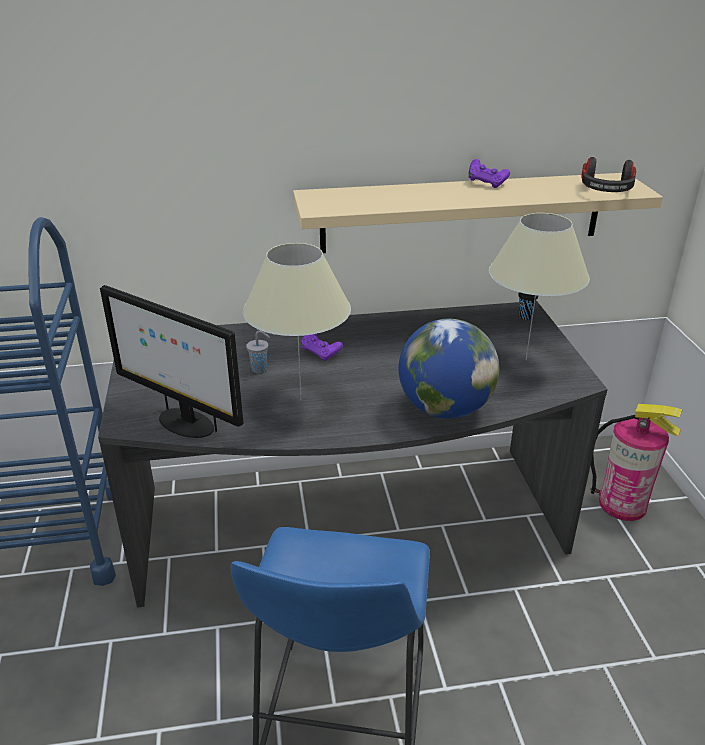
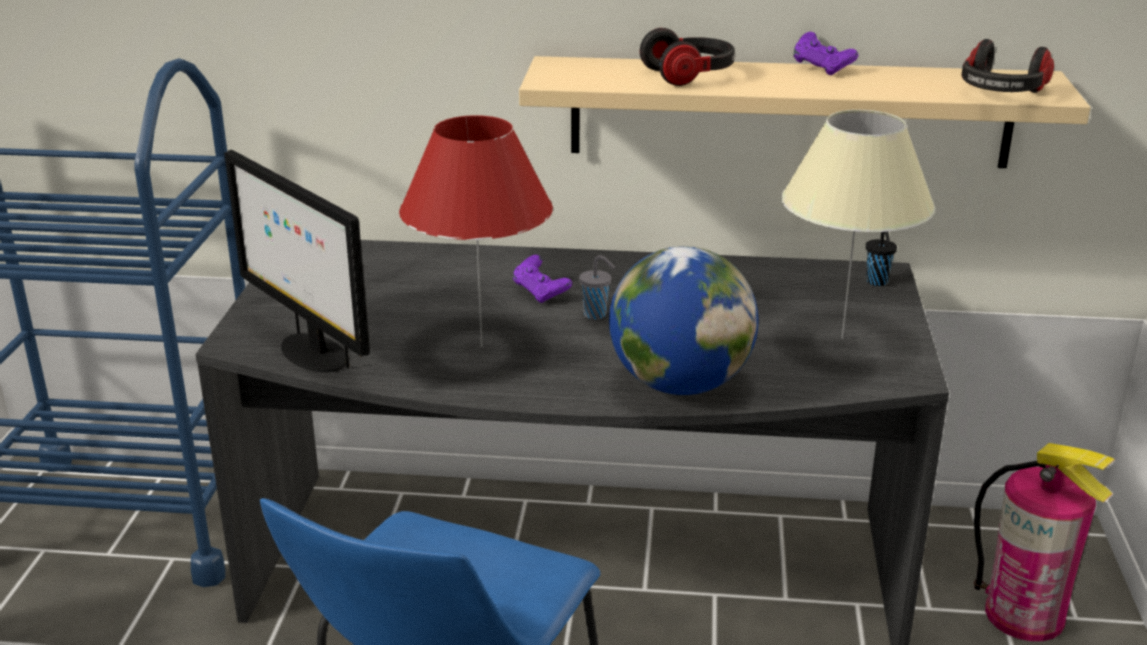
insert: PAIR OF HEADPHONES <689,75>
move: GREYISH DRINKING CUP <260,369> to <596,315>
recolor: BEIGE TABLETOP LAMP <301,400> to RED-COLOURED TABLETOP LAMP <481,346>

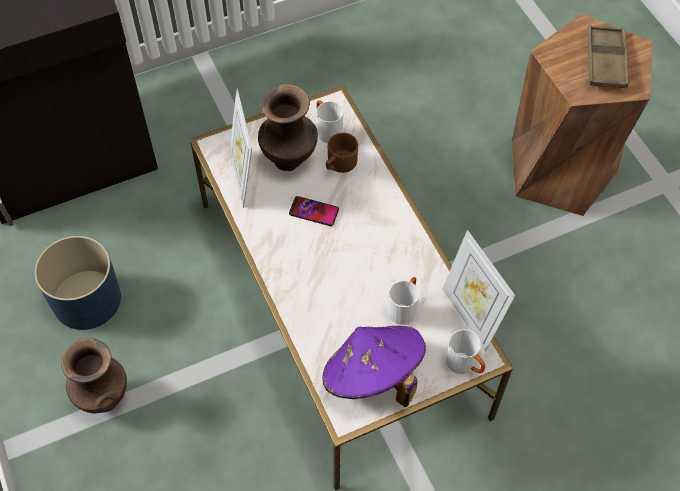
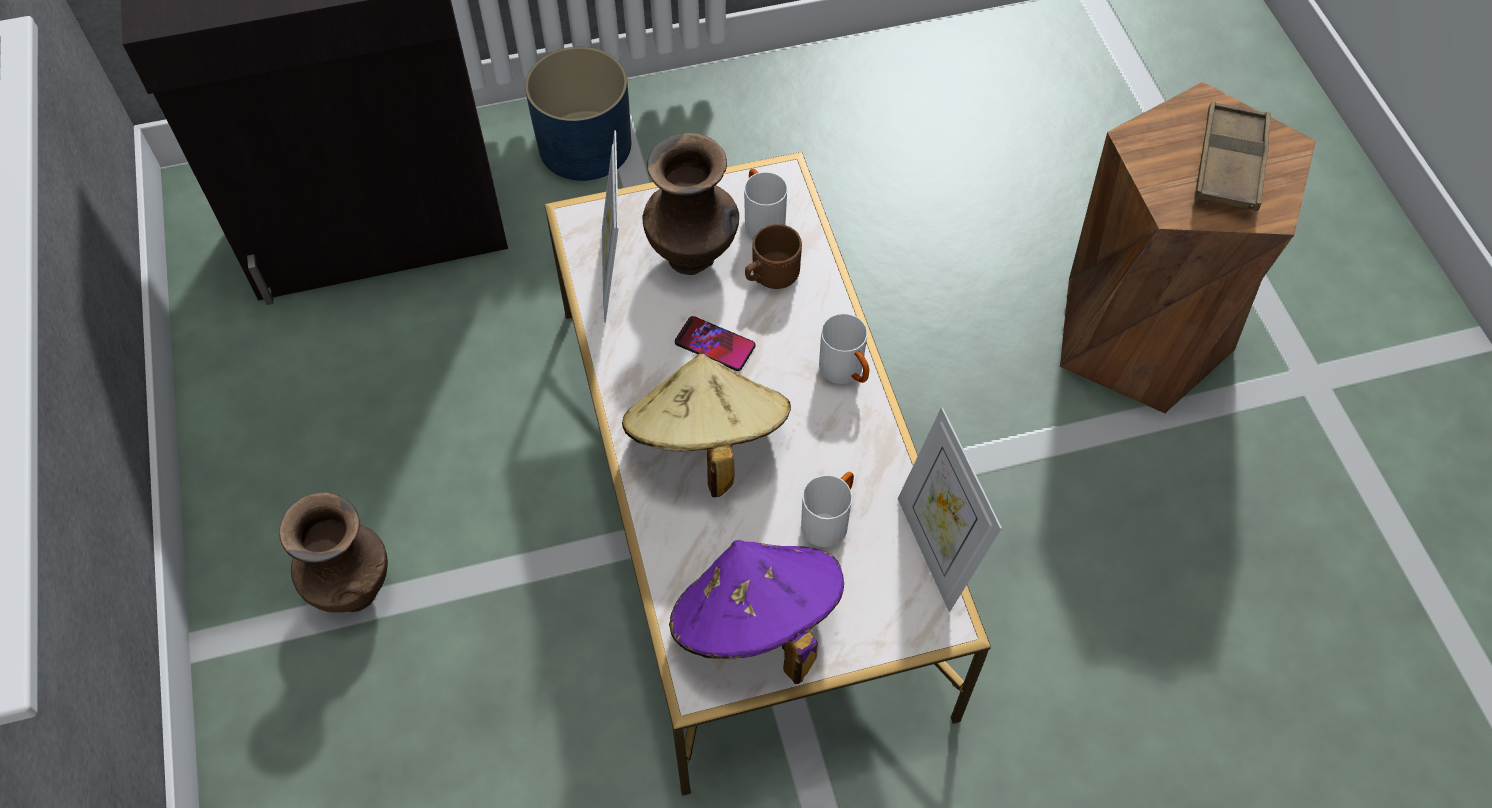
insert: BEIGE CLOTHING HAT <706,443>
move: BLUISH FLOWER POT <87,299> to <586,146>; WHITE COFFEE MUG <465,365> to <846,373>

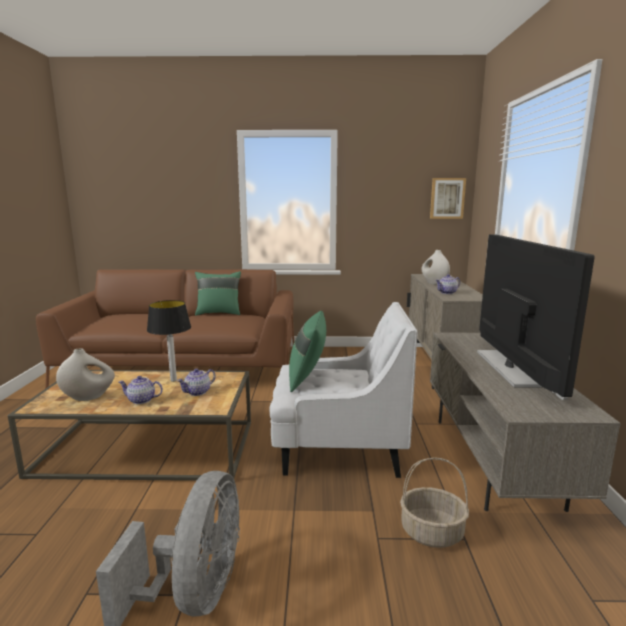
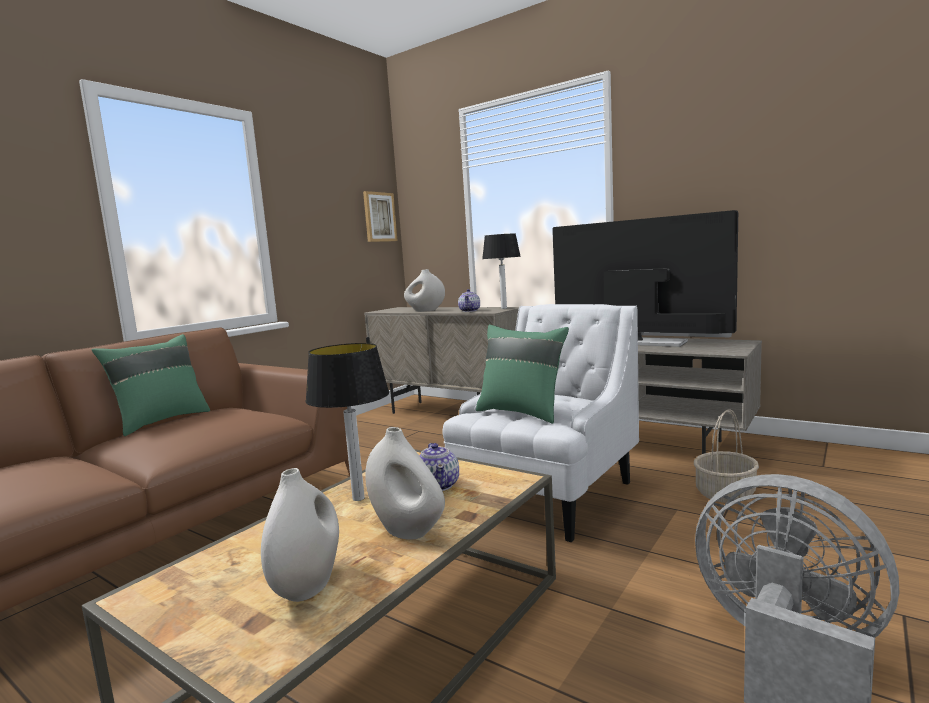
insert: TABLETOP LAMP <503,308>
replace: TEAPOT <142,400> to WHITE VASE <407,530>

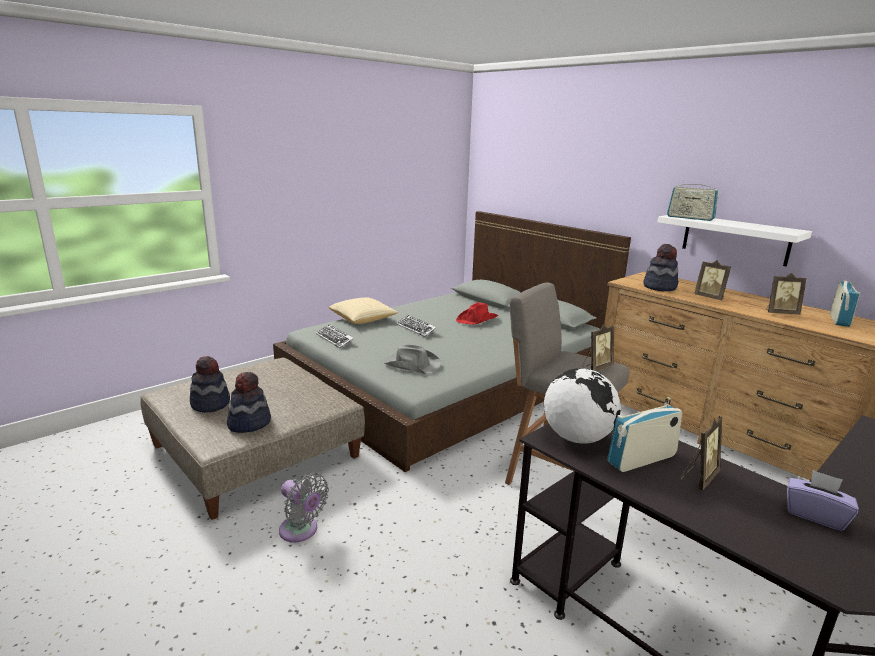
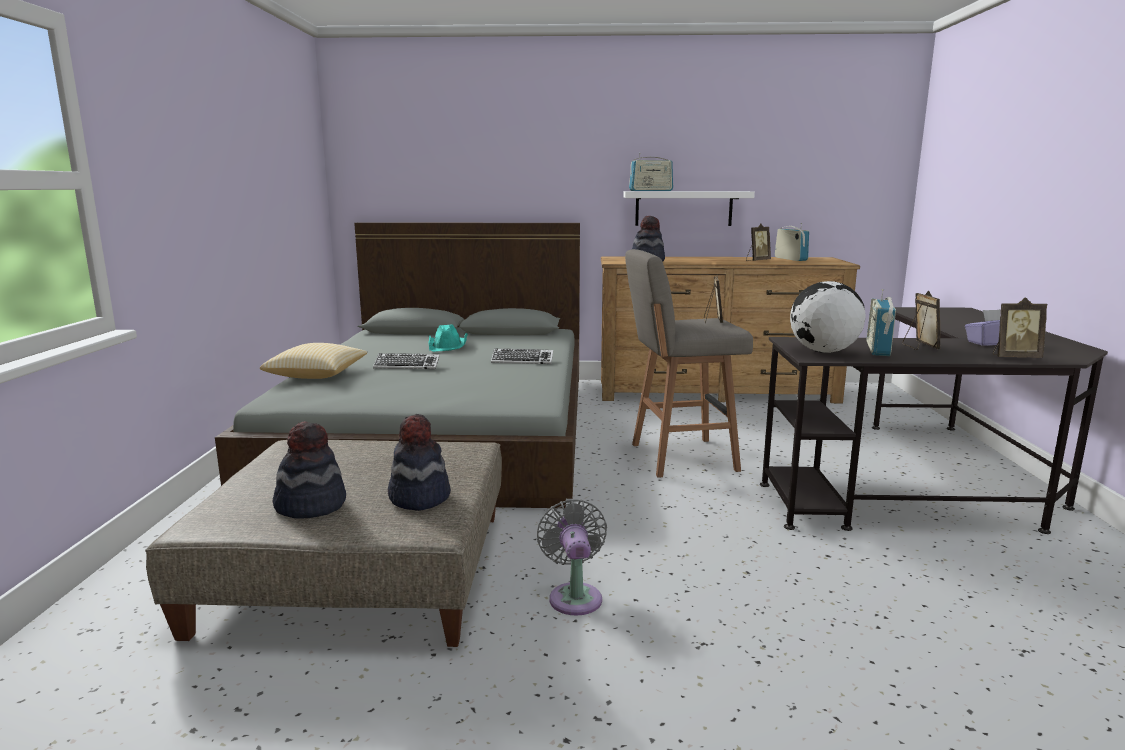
delete: GREYISH CLOTHING HAT <411,364>
move: KEYBOARD <335,339> to <522,361>; STANDING FRAME <710,297> to <1014,357>
recolor: RED-COLOURED CLOTHING HAT <477,319> to BLUE-GREEN CLOTHING HAT <448,345>
rotate: GREYISH FAN <301,531> = <574,596> 90 degrees counterclockwise

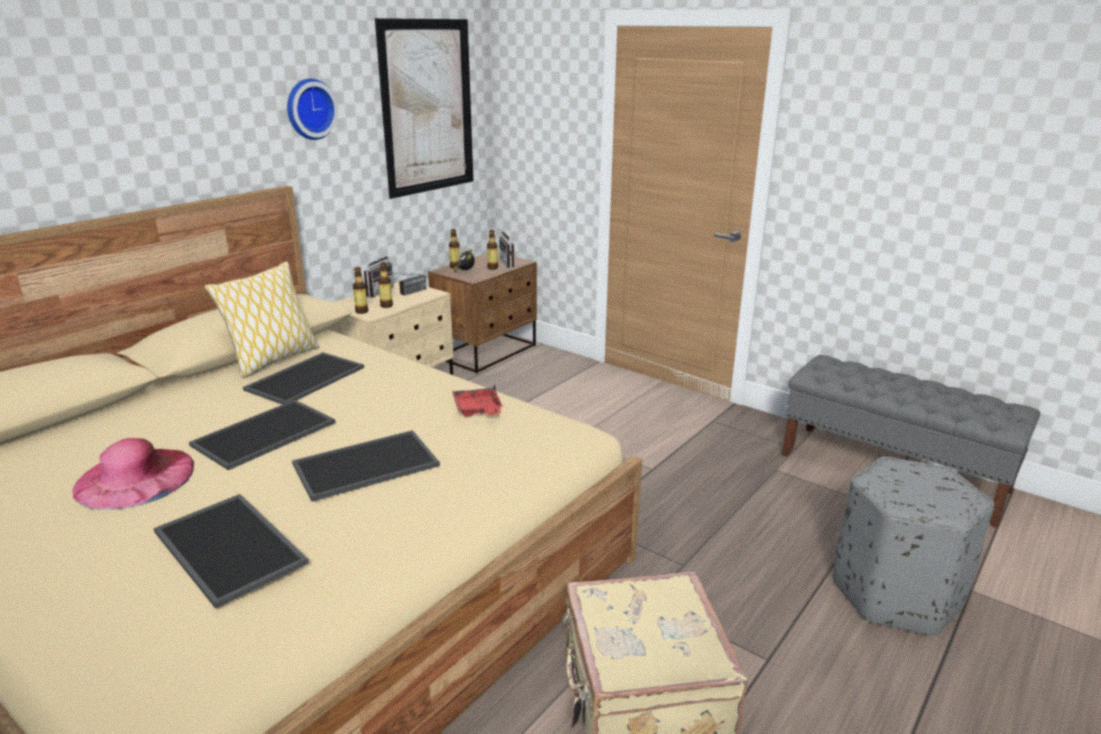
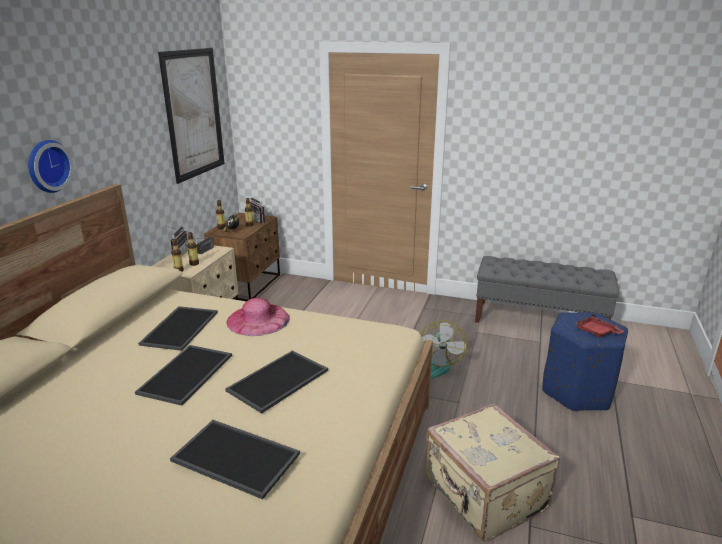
delete: CUSHION <273,360>
insert: FAN <434,365>
move: PINK-COLOURED CLOTHING HAT <135,477> to <258,320>; WALL CLOCK <309,109> to <47,166>; RED-COLOURED CARRYING TRAY <478,410> to <596,332>
recolor: GREYISH OTTOMAN <896,595> to BLUISH OTTOMAN <577,391>

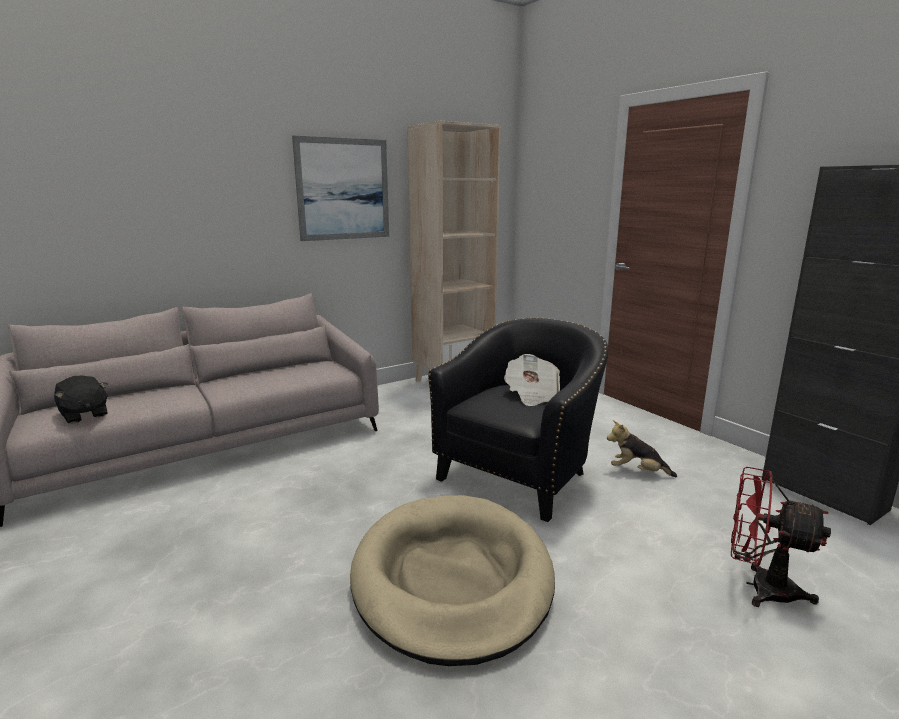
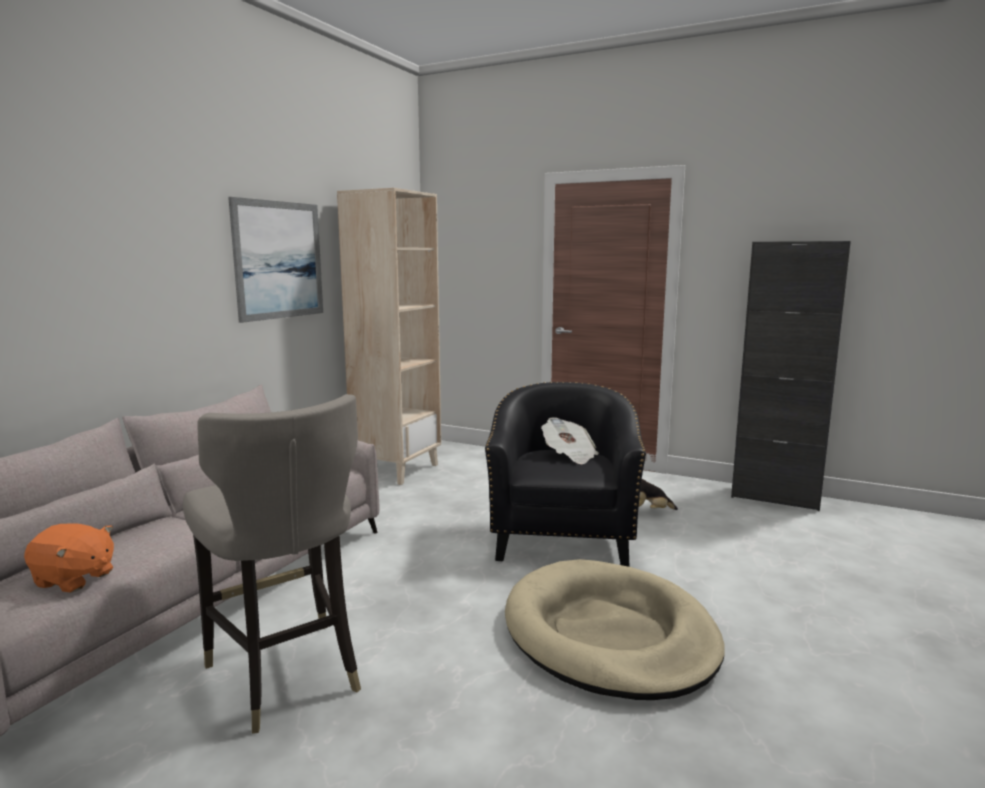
delete: RED-COLOURED FAN <760,587>
insert: GREYISH STOOL SEAT <286,676>
recolor: BLACK-COLOURED PLUSH TOY <84,415> to ORANGE-COLOURED PLUSH TOY <74,579>

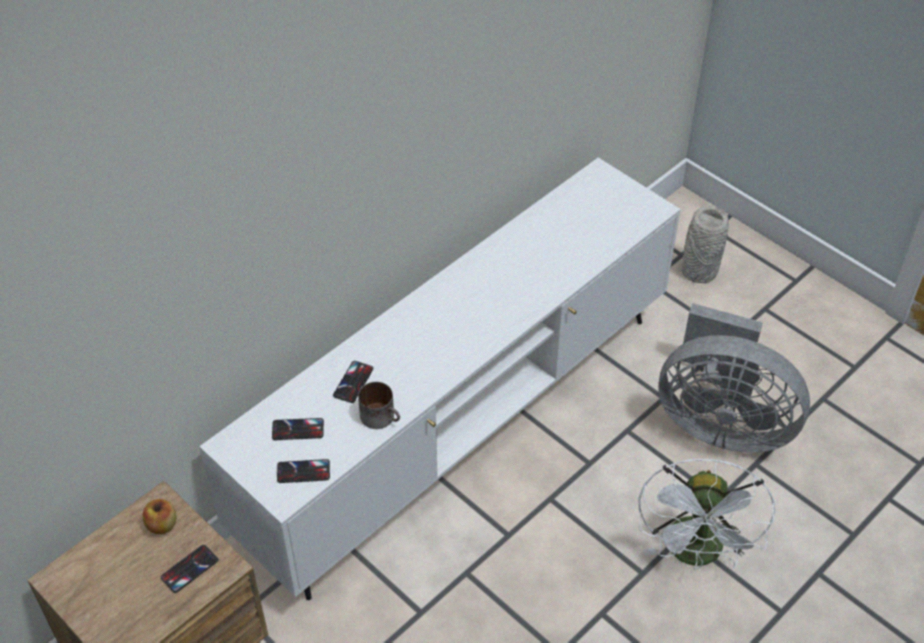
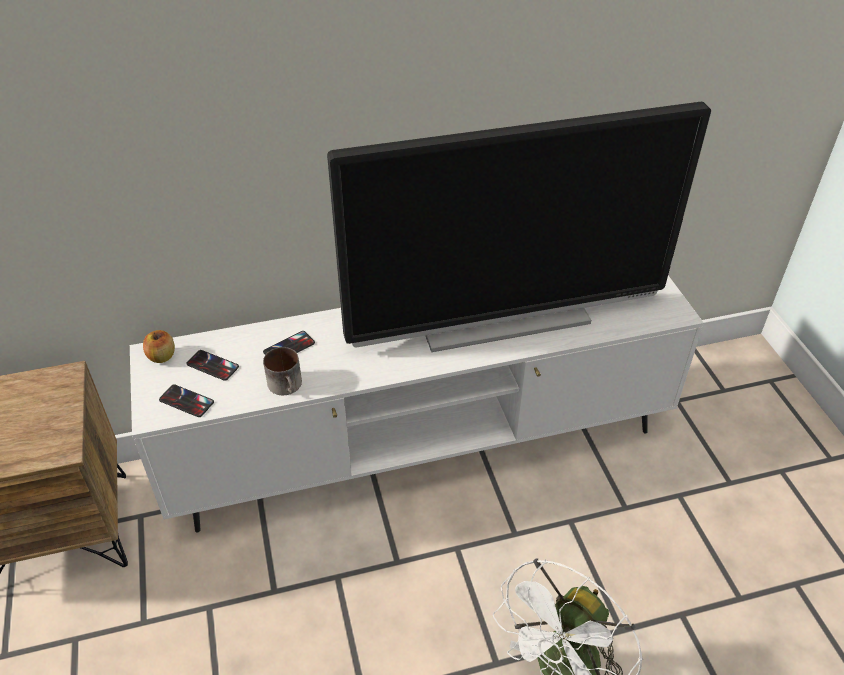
delete: HANDSET <189,569>; GREYISH FAN <721,423>; GREYISH VASE <698,270>
insert: TV SET <504,320>
move: WHOLE APPLE <162,525> to <162,356>

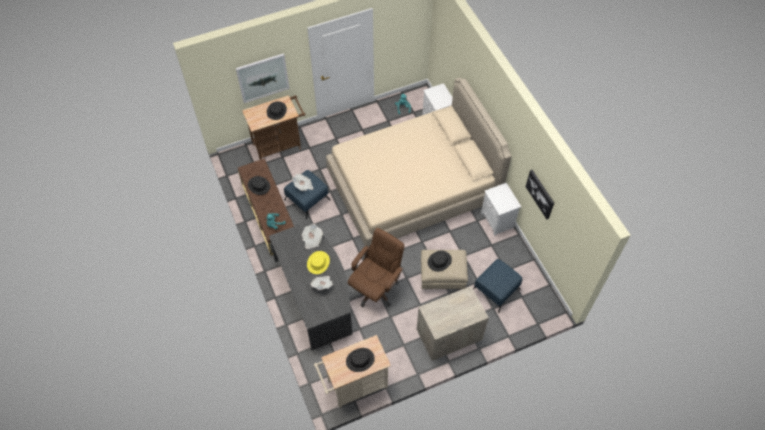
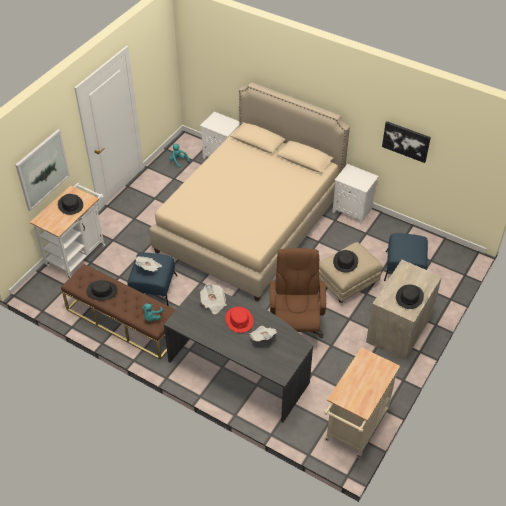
move: BLACK-COLOURED CLOTHING HAT <360,360> to <409,297>
recolor: BROWNISH TROLLEY <279,145> to WHITE TROLLEY <78,253>; YELLOWISH CLOTHING HAT <318,263> to RED-COLOURED CLOTHING HAT <239,320>

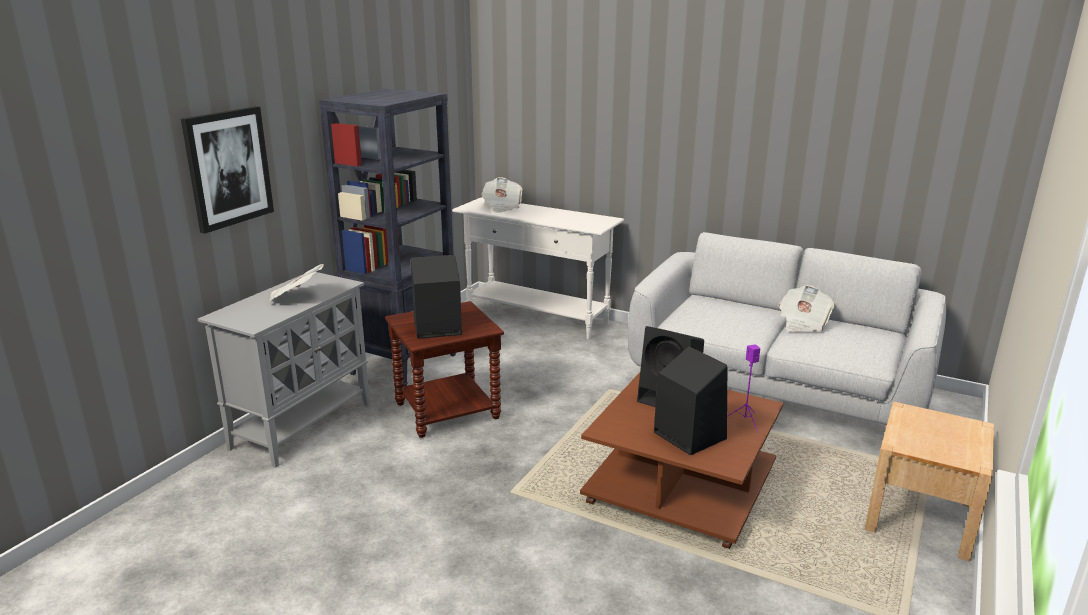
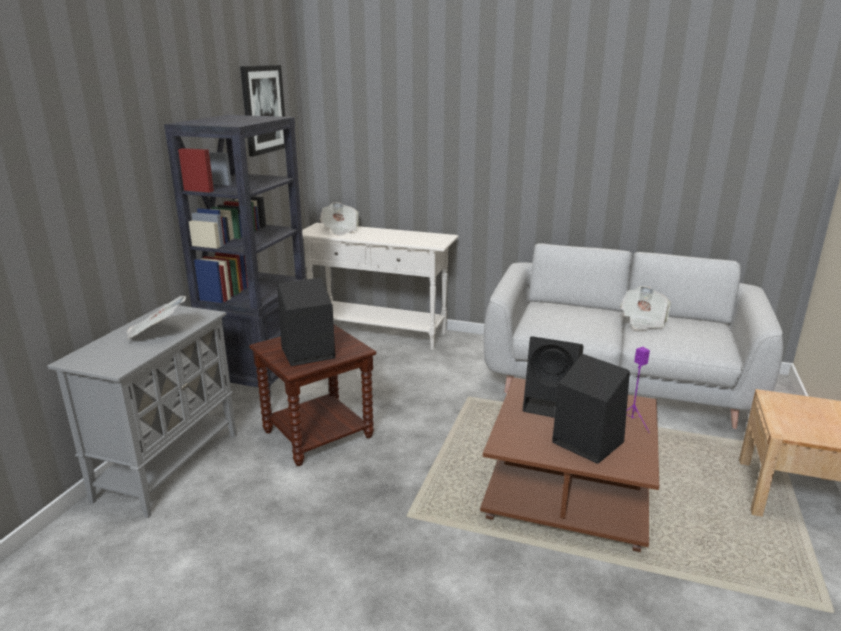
move: WALL ART <228,168> to <263,109>

